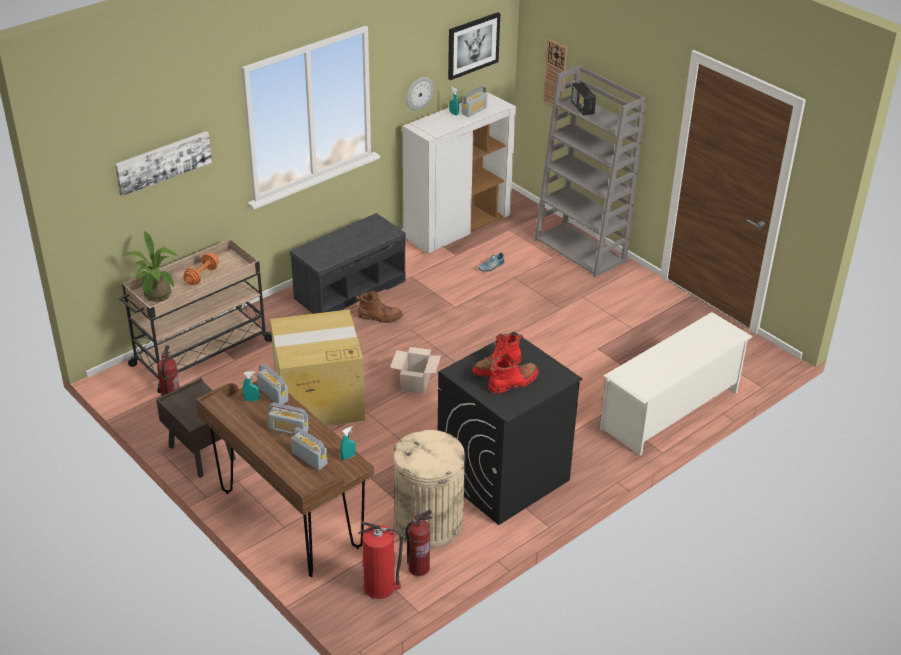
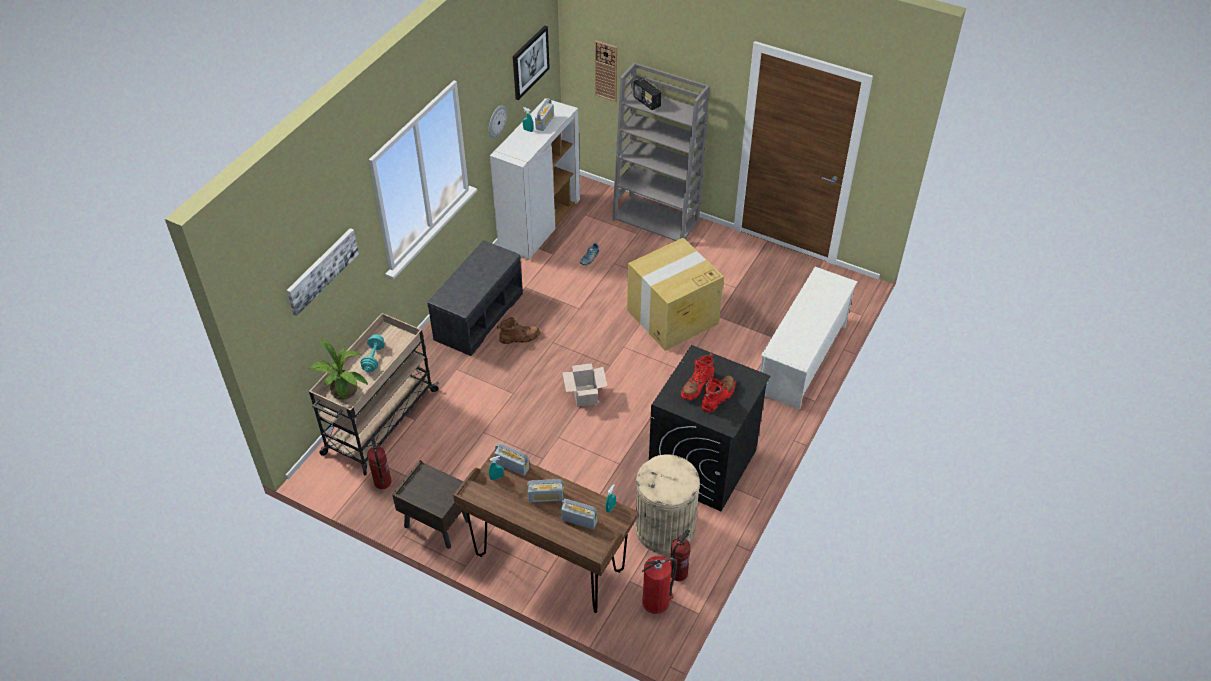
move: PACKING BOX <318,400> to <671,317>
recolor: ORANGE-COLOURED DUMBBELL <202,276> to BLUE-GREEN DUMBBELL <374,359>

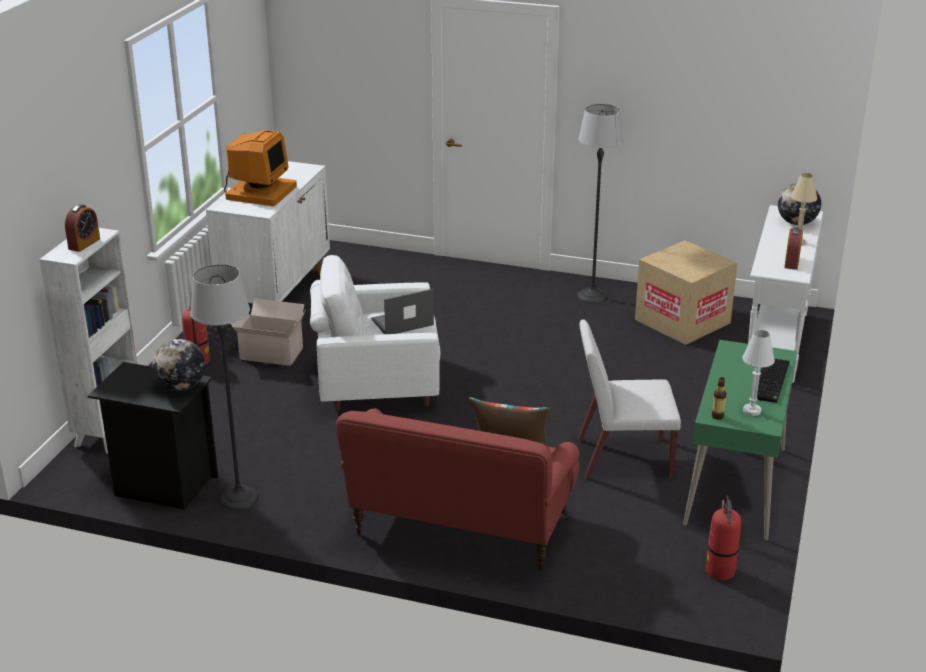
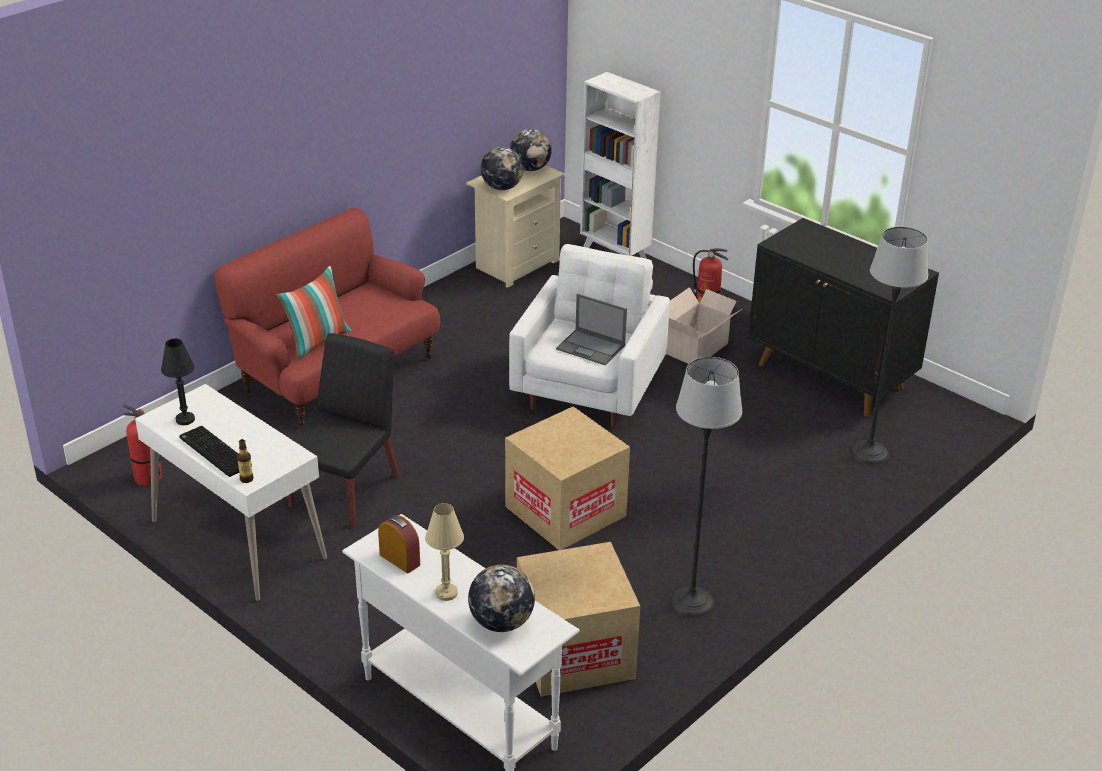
delete: TABLE CLOCK <84,244>; COMPUTER DISPLAY <260,192>
insert: PACKING BOX <565,511>; DESK GLOBE <530,168>
move: FLOOR LAMP <238,498> to <869,452>; BEVERAGE BOTTLE <717,416> to <246,479>
recolor: BLACK-COLOURED NIGHT TABLE <162,486> to BEIGE NIGHT TABLE <515,264>; WHITE CUPBOARD <276,293> to BLACK-COLOURED CUPBOARD <831,377>; WHITE CHAIR <622,458> to BLACK-COLOURED CHAIR <345,490>; GREEN DESK UNIT <736,486> to WHITE DESK UNIT <237,540>; WHITE TABLETOP LAMP <752,411> to BLACK-COLOURED TABLETOP LAMP <185,419>
rotate: LAPTOP <401,322> = <591,347> 120 degrees clockwise

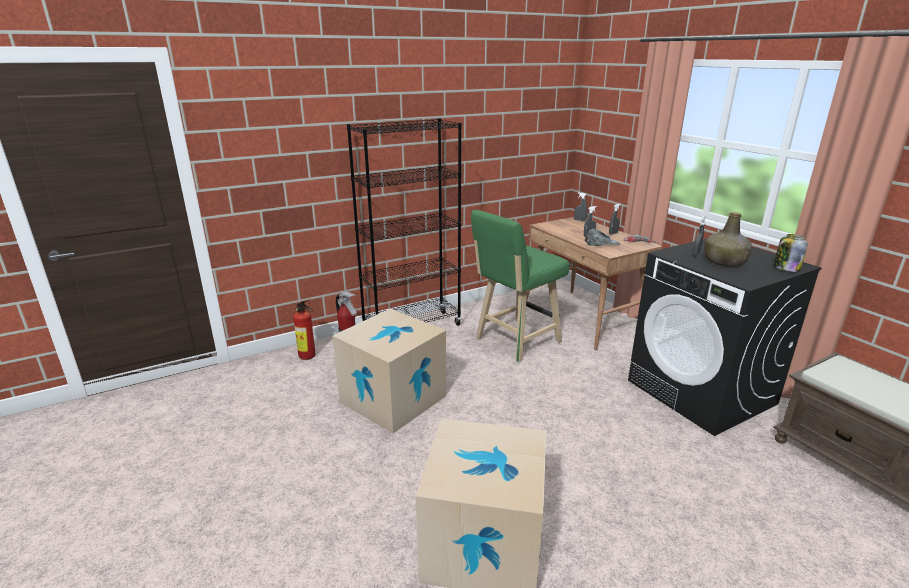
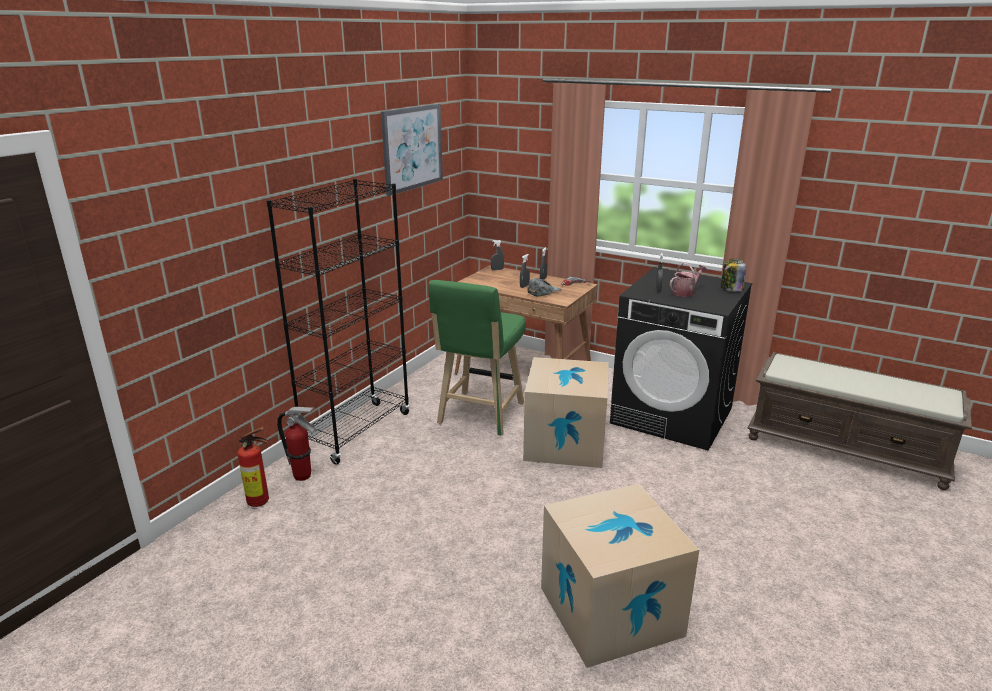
insert: WALL ART <412,148>
move: PACKING BOX <393,399> to <565,443>
replace: GREEN BEVERAGE BOTTLE <724,262> to WATERING CAN <685,292>

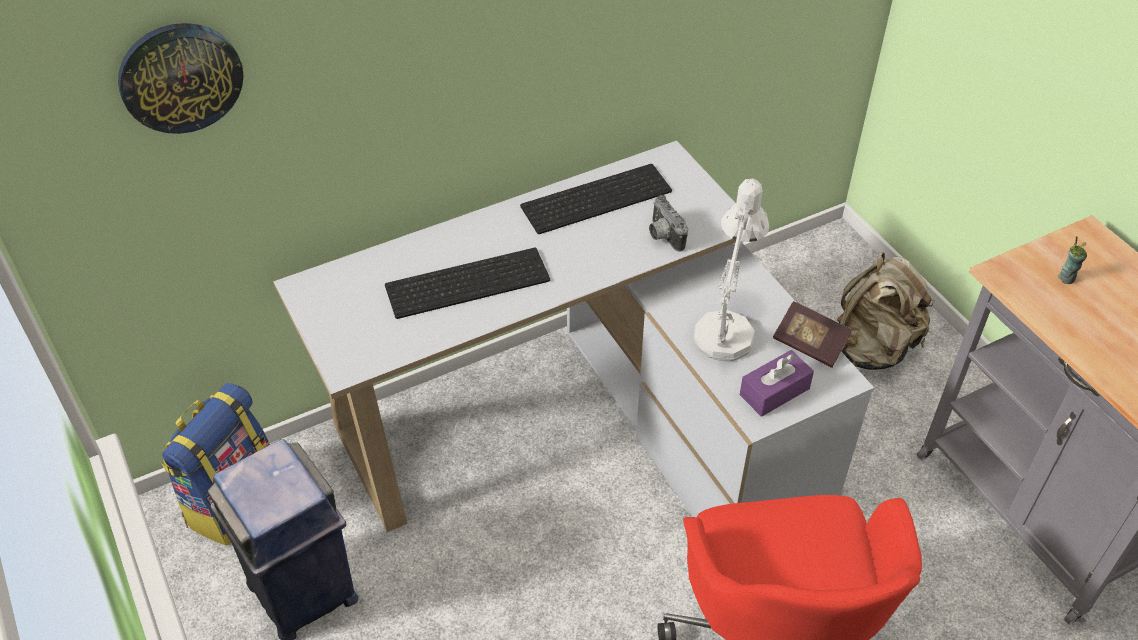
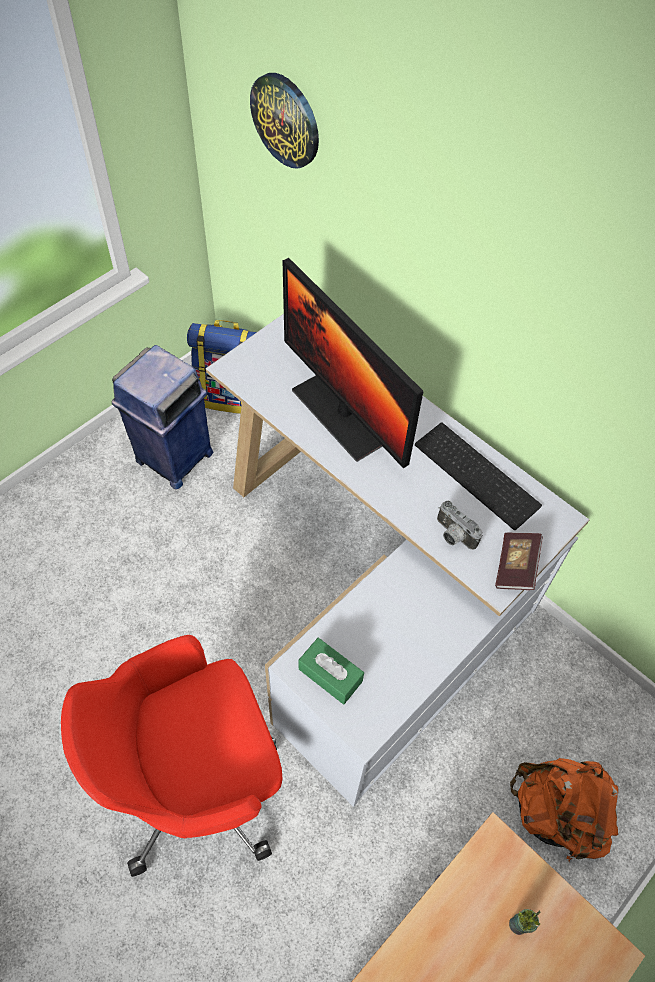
delete: WHITE TABLETOP LAMP <726,328>
move: BOUND BOOK <809,344> to <516,567>
replace: KEYBOARD <468,281> to COMPUTER DISPLAY <342,413>
recolor: PURPLE-COLOURED TISSUE HOLDER <774,391> to GREEN TISSUE HOLDER <330,675>; BEIGE KNAPSACK <871,349> to ORANGE-COLOURED KNAPSACK <556,813>
rotate: STILL CAMERA <662,236> = <453,535> 90 degrees counterclockwise

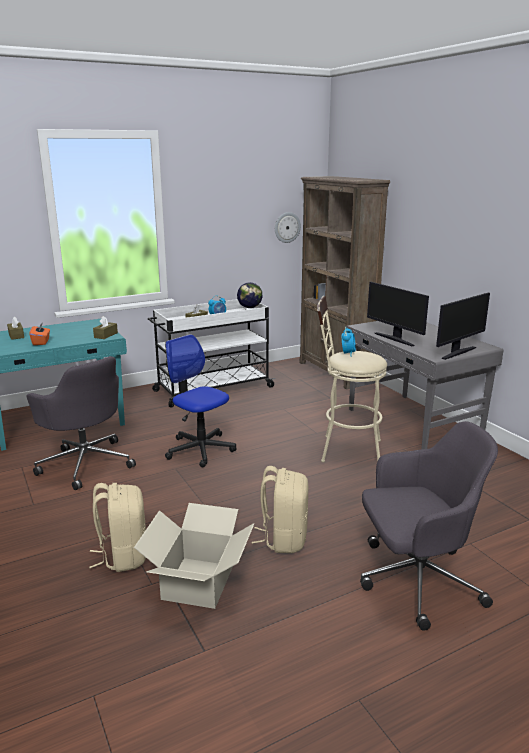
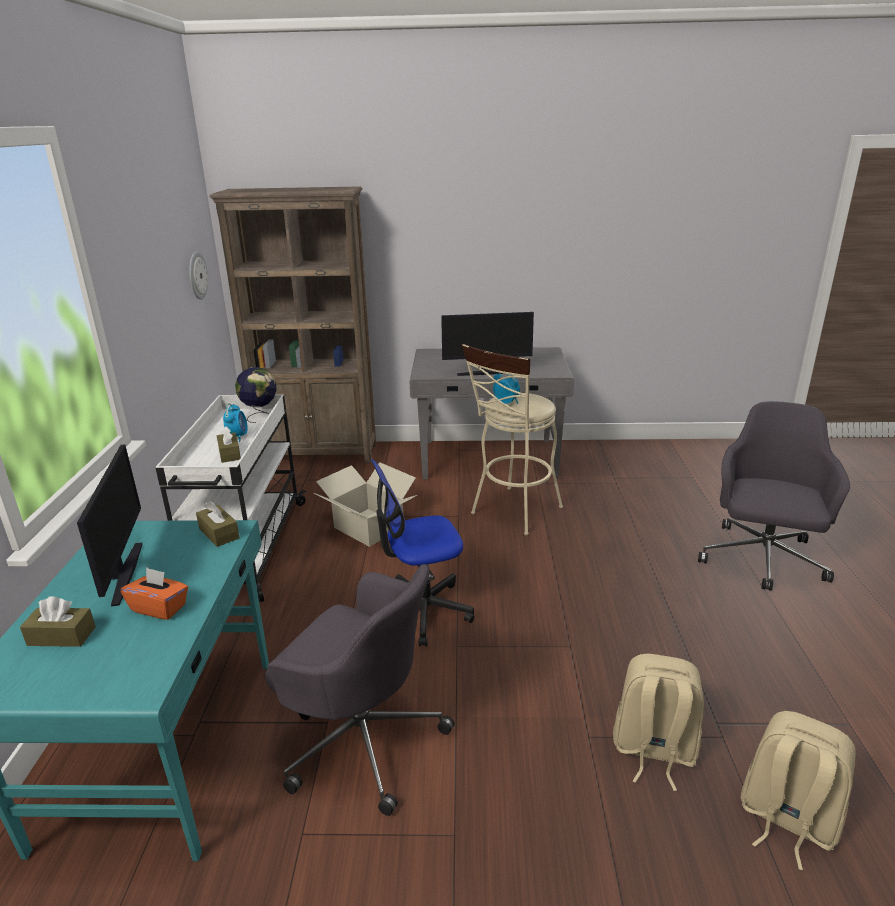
move: PACKING BOX <199,582> to <369,527>; BEIGE KNAPSACK <283,539> to <786,820>; COMPUTER DISPLAY <457,352> to <124,573>
rotate: GREYISH OFFICE CHAIR <86,463> = <362,738> 45 degrees clockwise

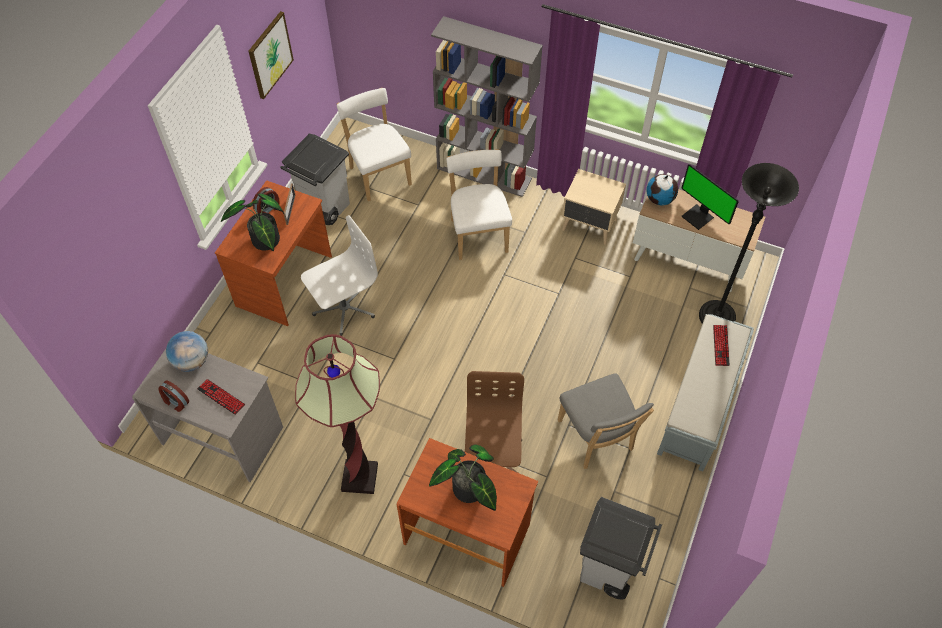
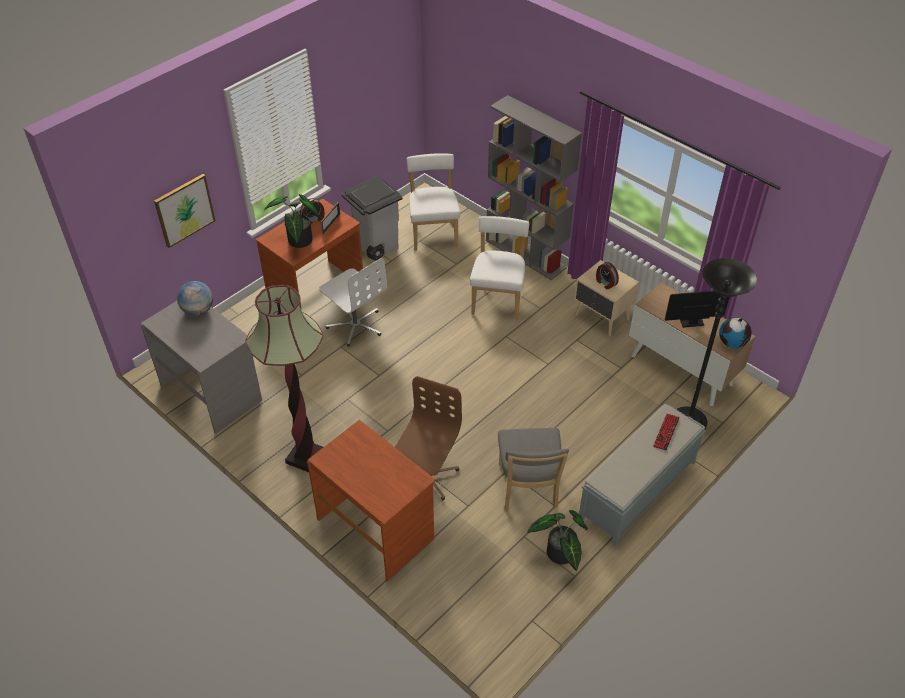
delete: KEYBOARD <221,397>; GREYISH TRASH CAN <609,569>
move: TABLE CLOCK <176,402> to <605,283>; WALL ART <270,55> to <184,210>; HOUSEPLANT <469,492> to <560,555>; DESK GLOBE <660,199> to <732,343>
rotate: WHITE OFFICE CHAIR <344,308> = <355,325> 60 degrees clockwise; COMPUTER DISPLAY <698,217> = <690,320> 105 degrees clockwise

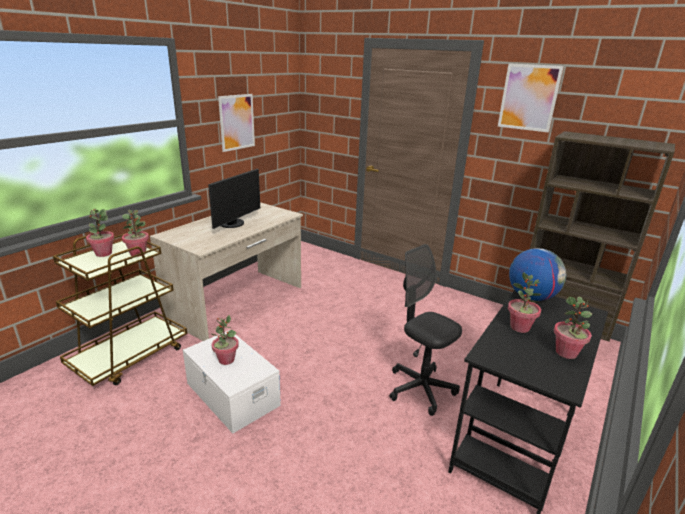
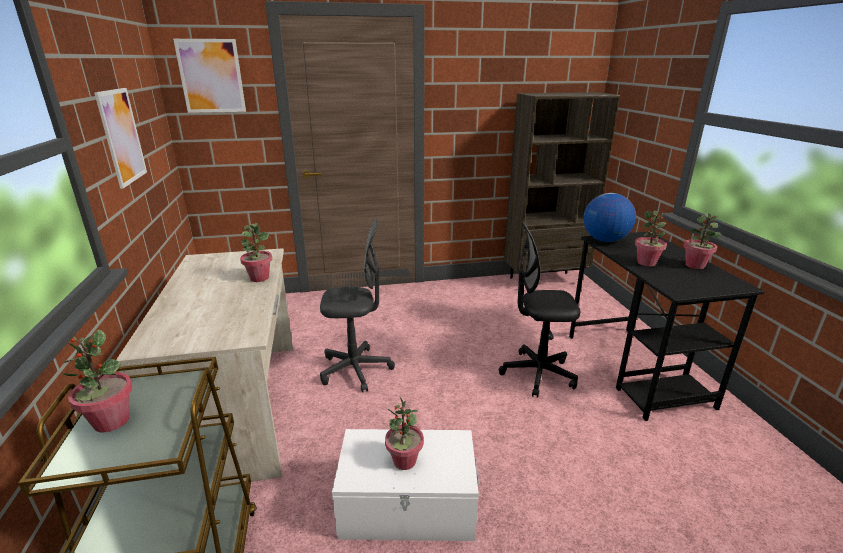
delete: COMPUTER DISPLAY <234,224>
insert: GREYISH OFFICE CHAIR <356,370>
move: HOUSEPLANT <138,253> to <259,278>; WALL ART <529,97> to <211,76>

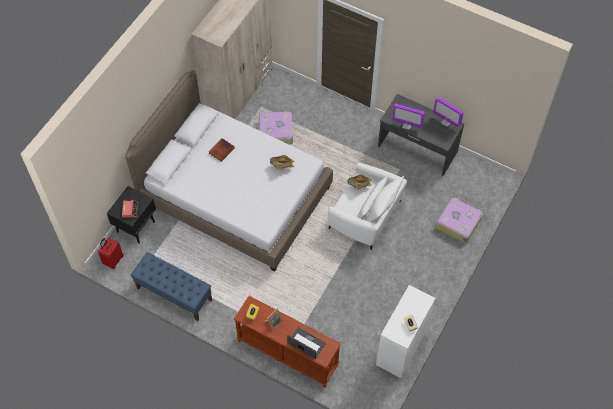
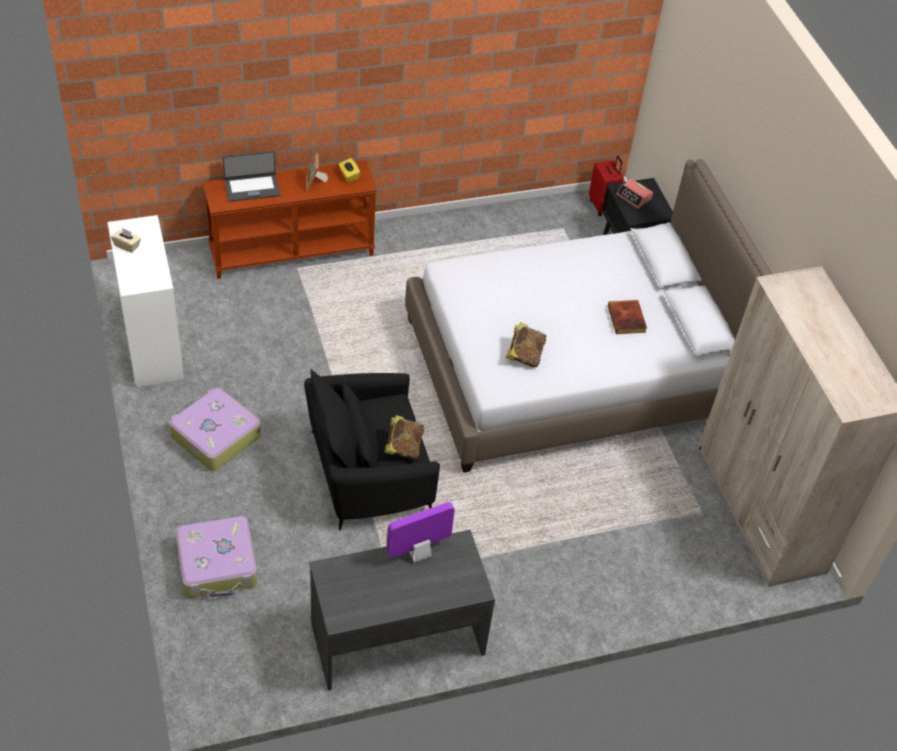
delete: BLUISH INDOOR BENCH <174,294>; COMPUTER DISPLAY <446,122>
move: SUITCASE <276,132> to <214,436>
recolor: WHITE ARMCHAIR <365,216> to BLACK-COLOURED ARMCHAIR <368,471>

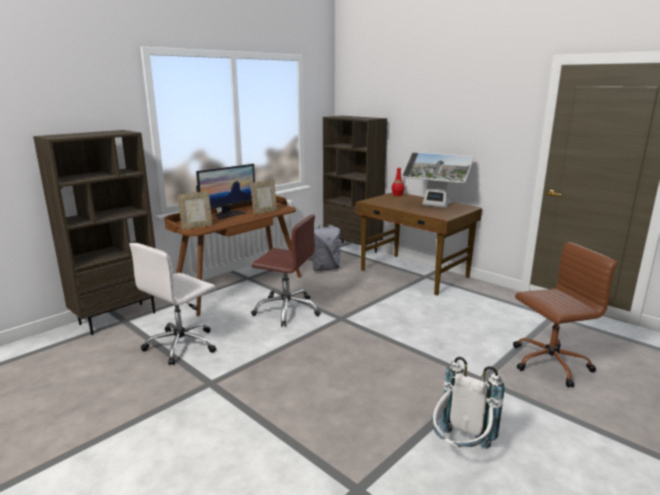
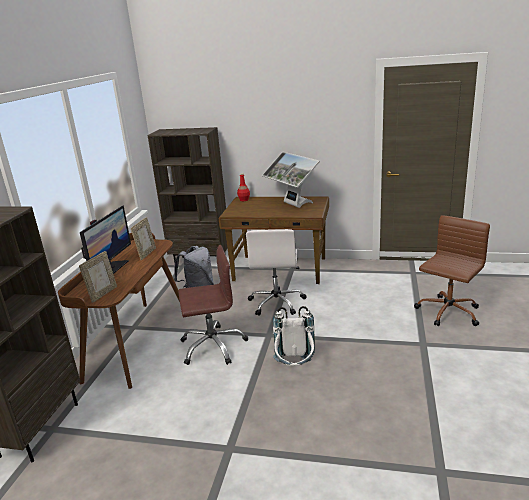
move: WHITE OFFICE CHAIR <182,345> to <277,302>; WHITE KNAPSACK <460,449> to <295,368>
rotate: COMPUTER DISPLAY <434,206> = <292,204> 60 degrees clockwise

